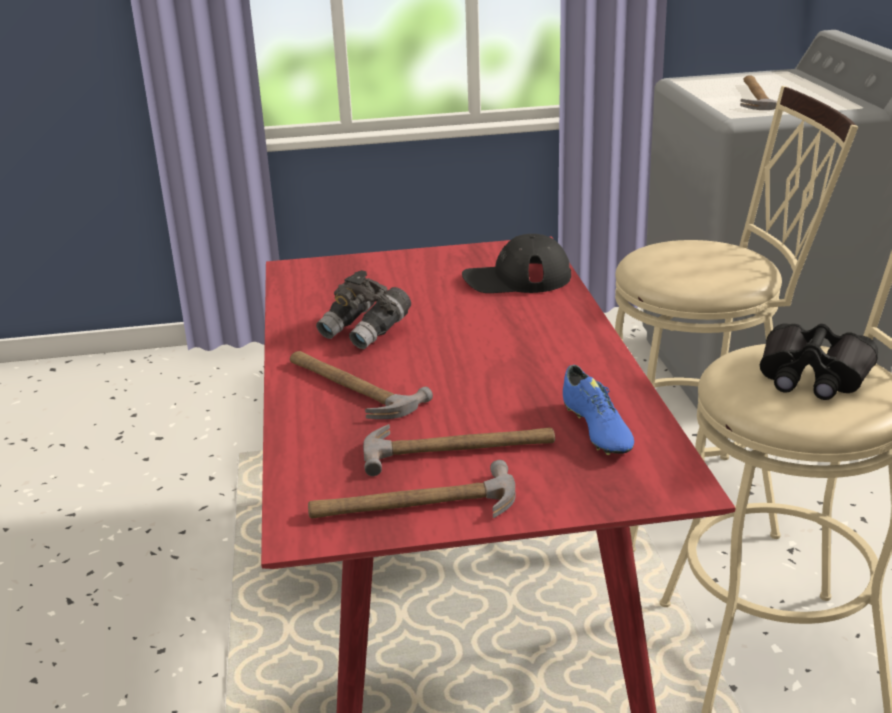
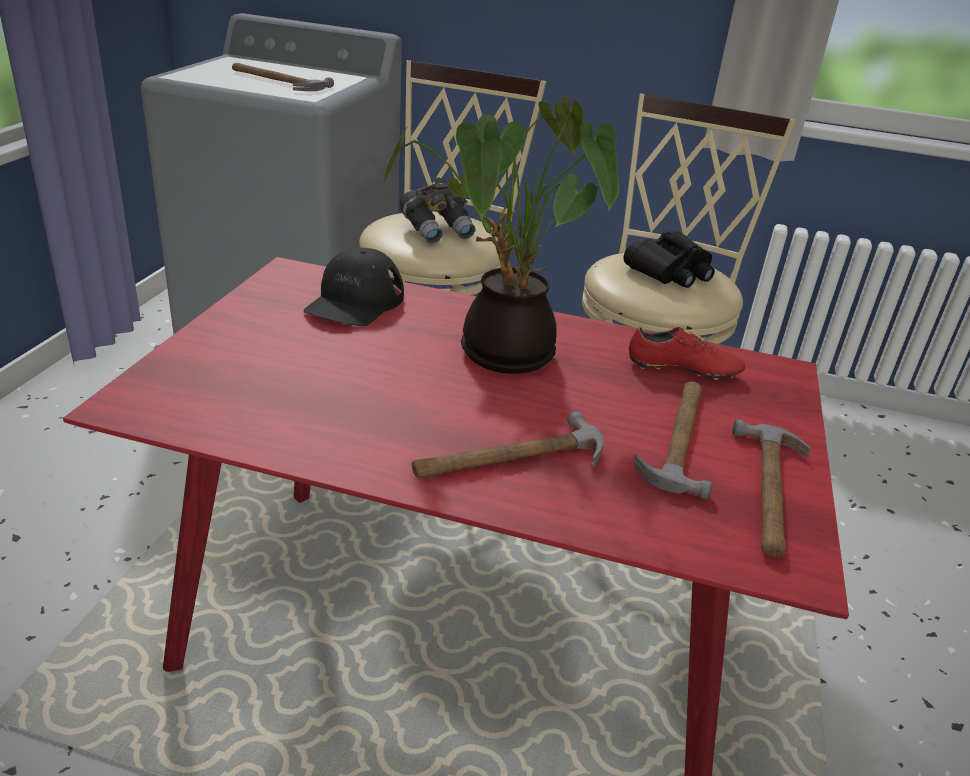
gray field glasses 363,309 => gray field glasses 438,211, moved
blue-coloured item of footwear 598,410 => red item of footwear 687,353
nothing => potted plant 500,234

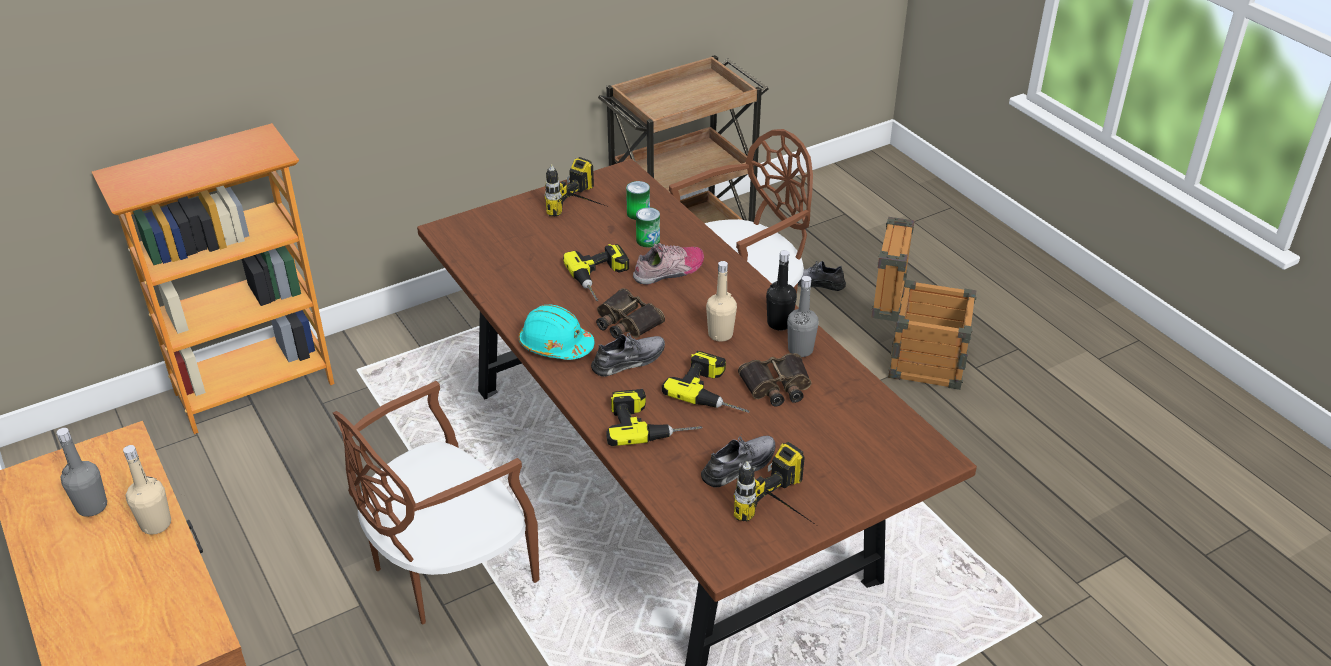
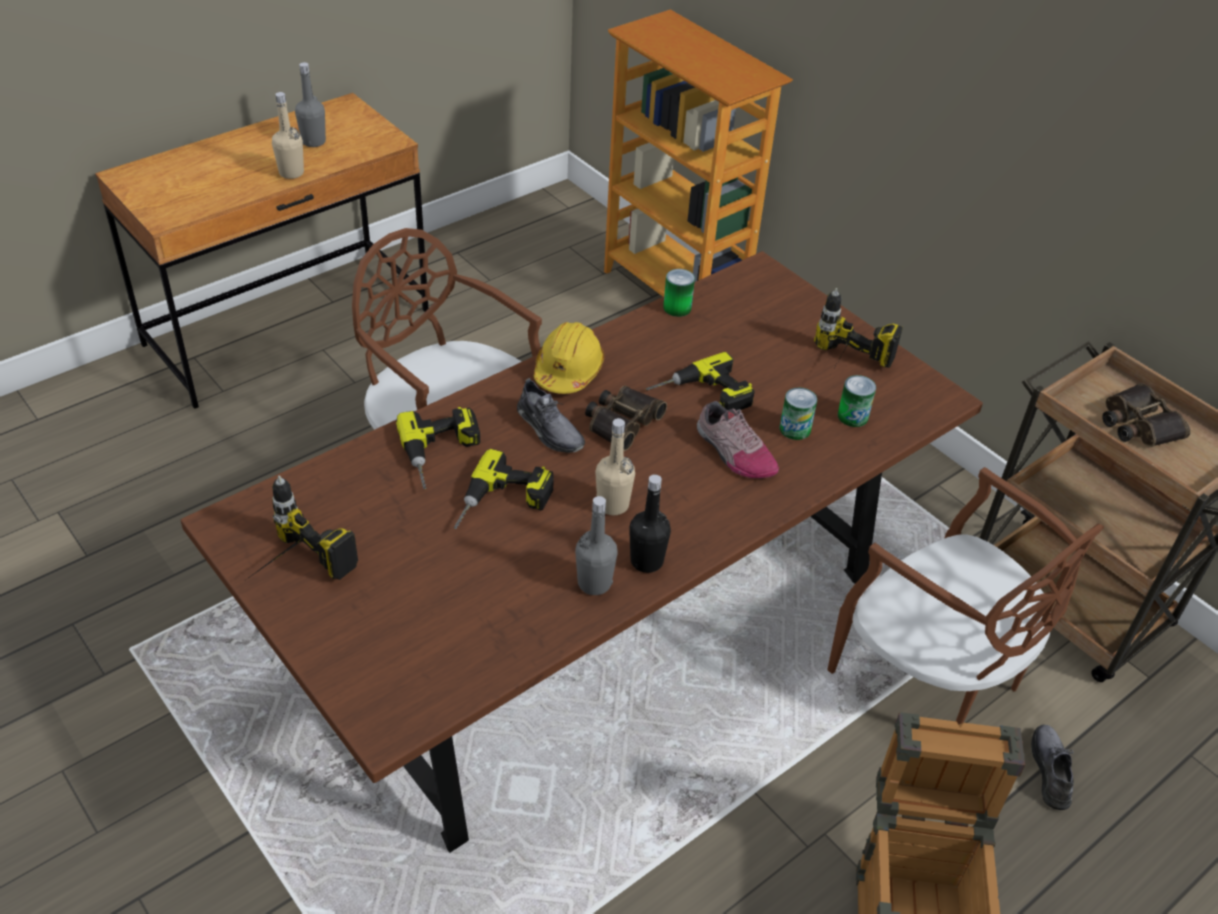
blue-green work helmet 557,332 => yellow-coloured work helmet 569,358
gray item of footwear 738,461 => nothing
field glasses 774,379 => field glasses 1146,415, moved
nothing => sealed can 679,293

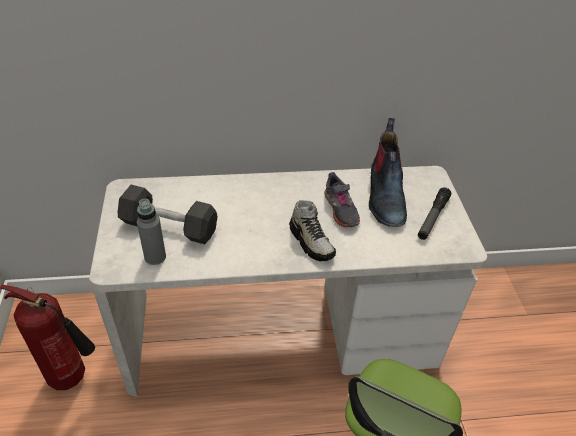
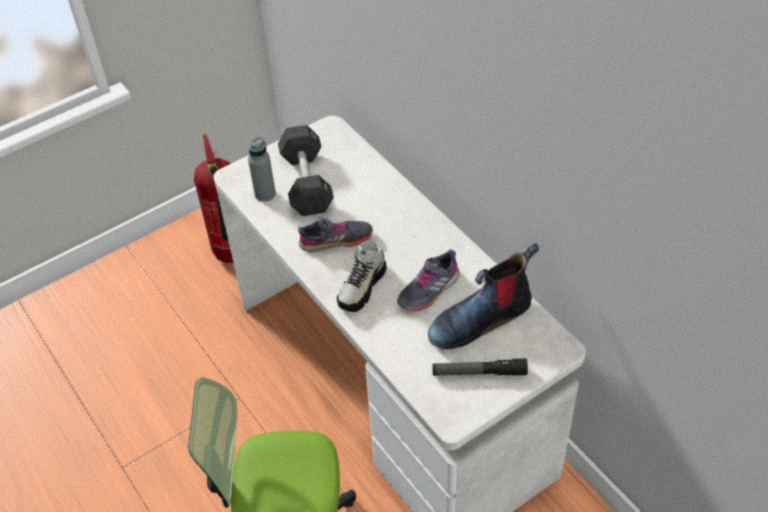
nothing => gray item of footwear 335,235

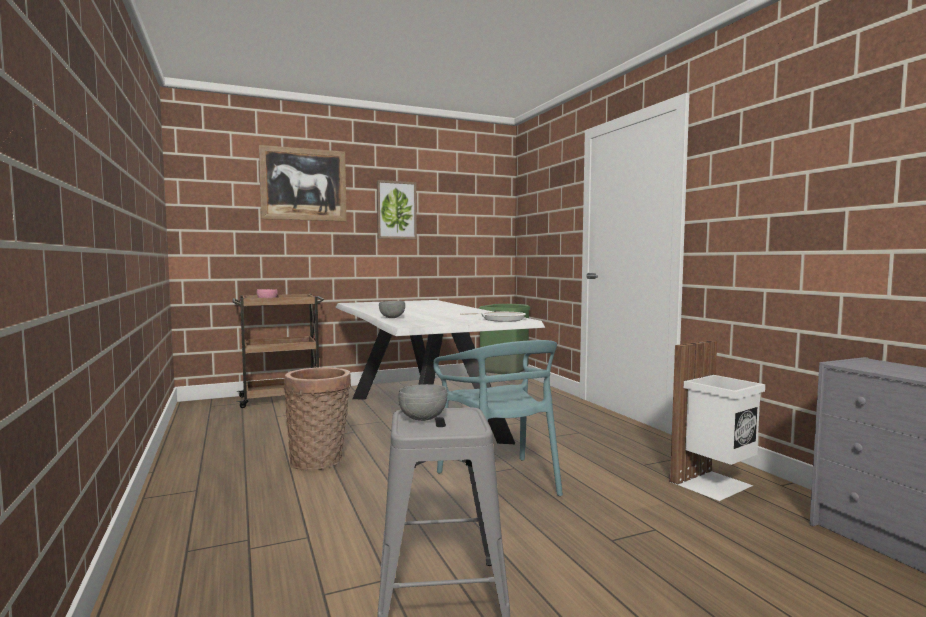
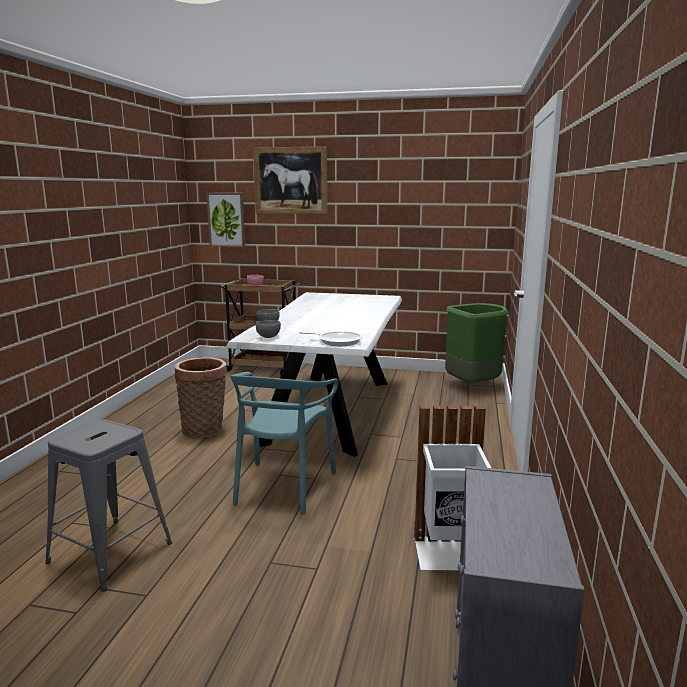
wall picture 397,209 => wall picture 226,220, moved
gray serving bowl 422,402 => gray serving bowl 268,329, moved

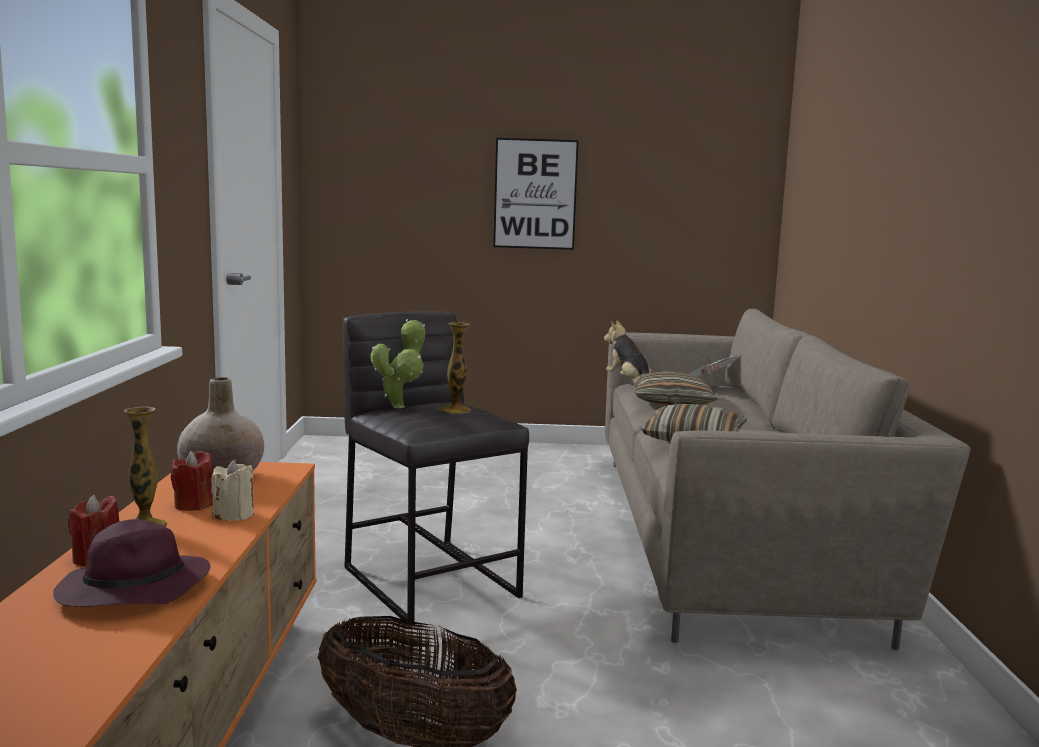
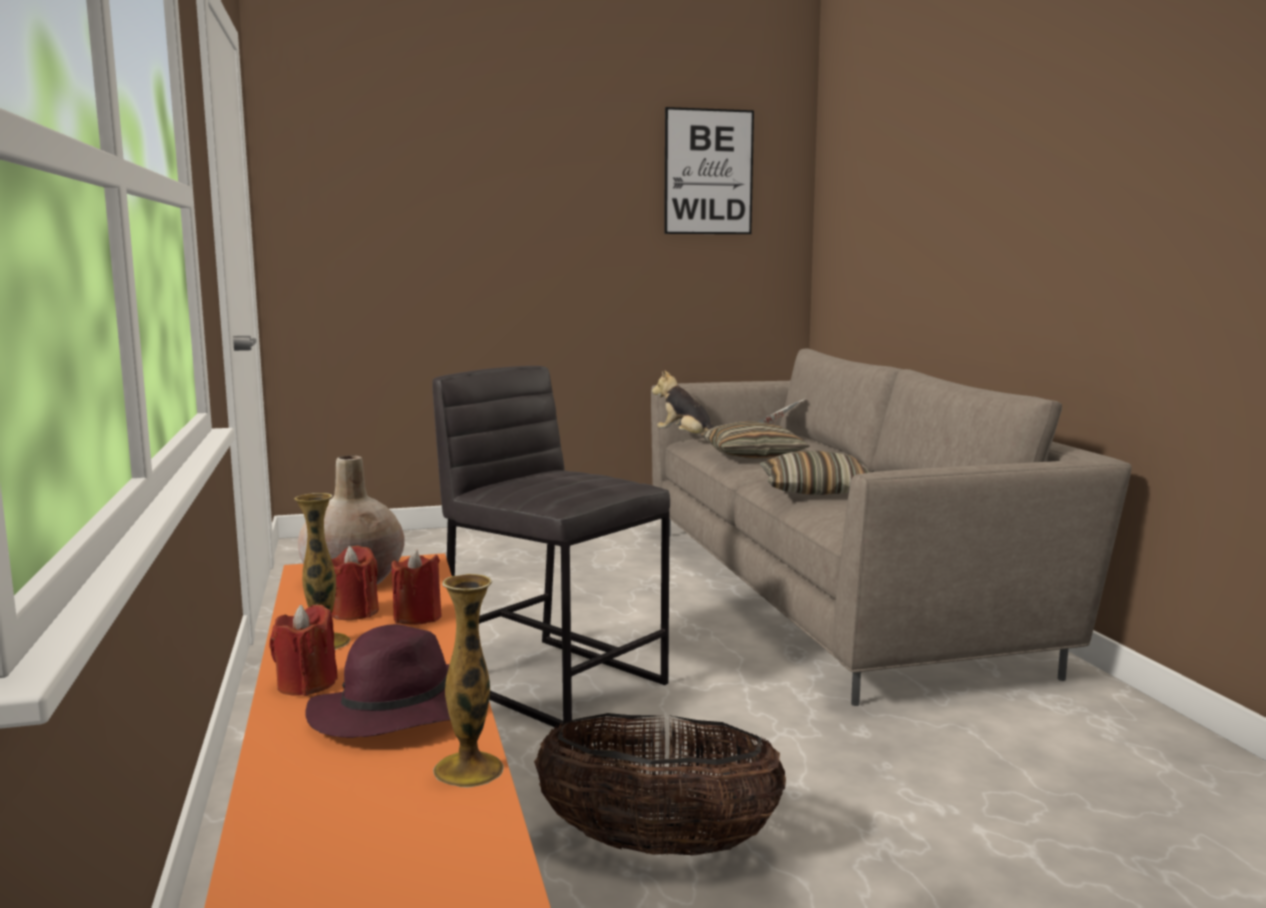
beige-coloured wax light 232,490 => red wax light 416,587
potted plant 398,363 => nothing
decorative vase 456,368 => decorative vase 468,680, moved
wall picture 536,194 => wall picture 709,170, moved

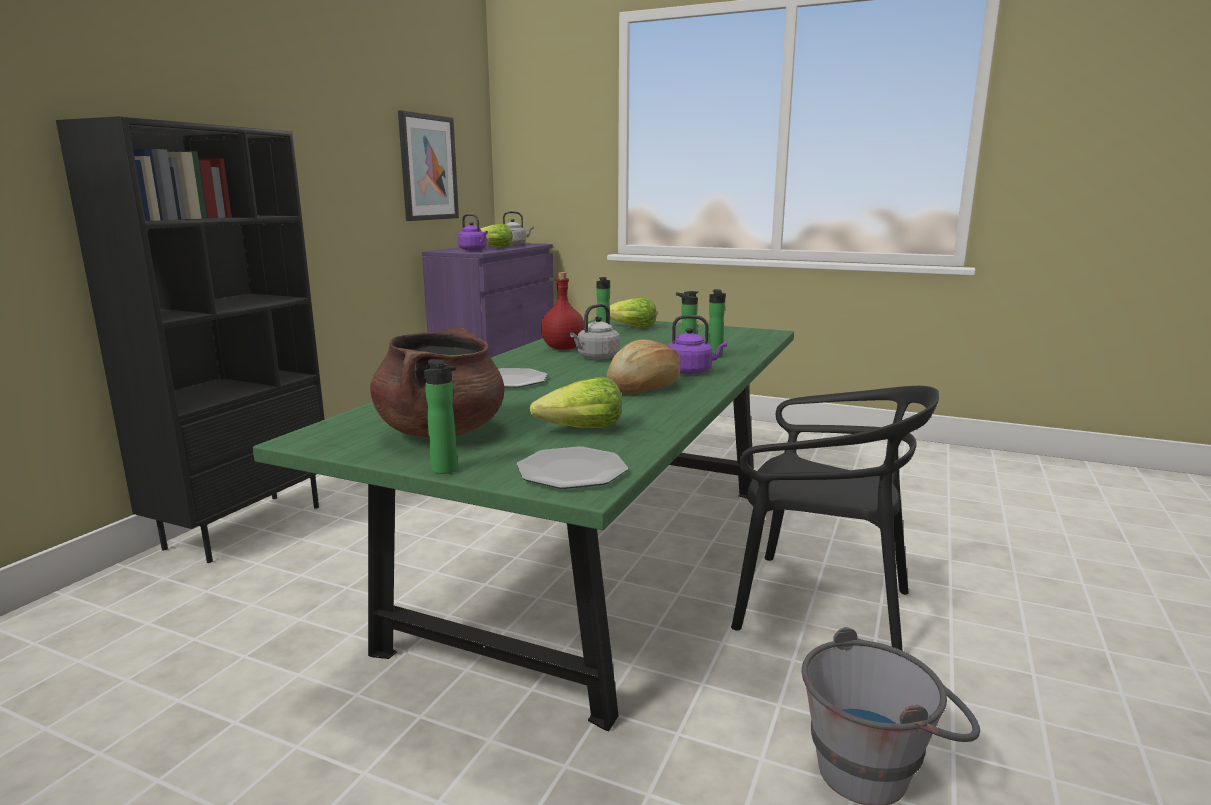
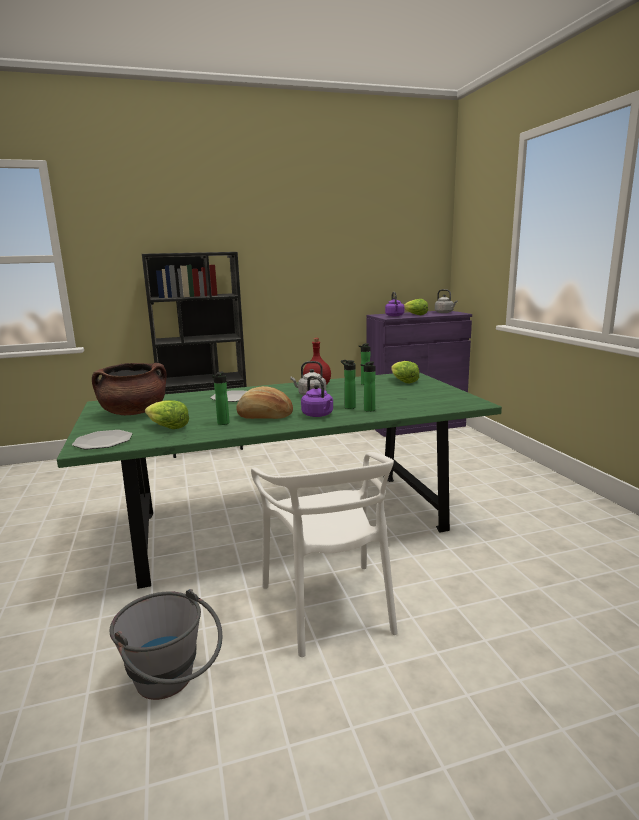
wall picture 428,165 => nothing
drink bottle 440,416 => drink bottle 221,398, moved
blackish chair 835,518 => white-coloured chair 324,554

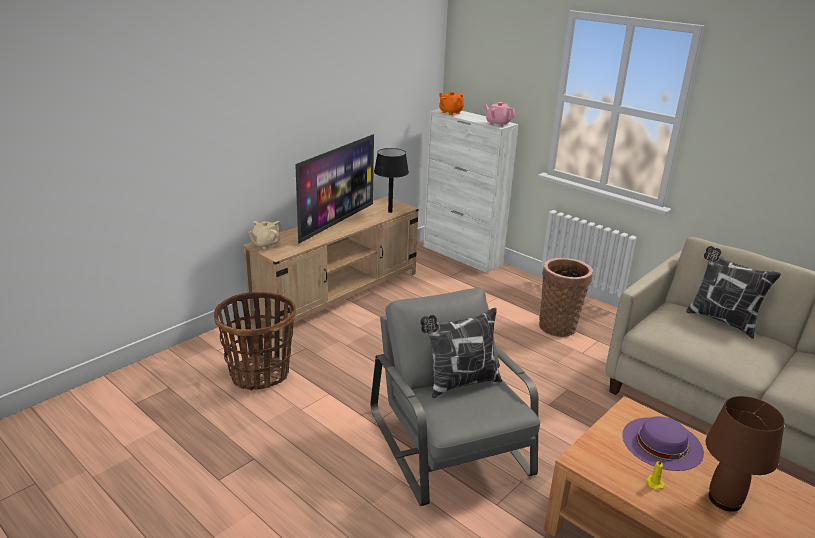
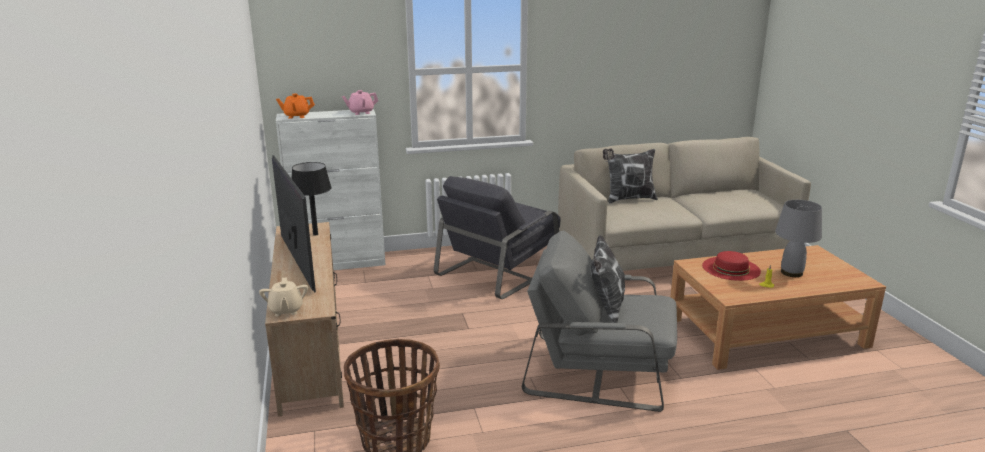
basket 566,297 => gray easy chair 497,237
purple clothing hat 663,443 => red clothing hat 731,266
brownish table lamp 745,454 => gray table lamp 798,238

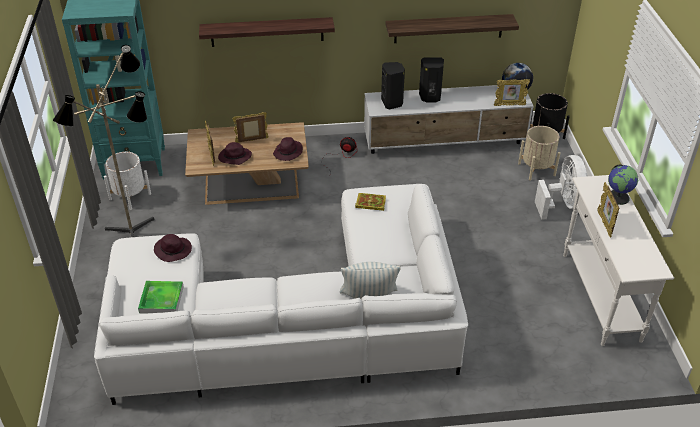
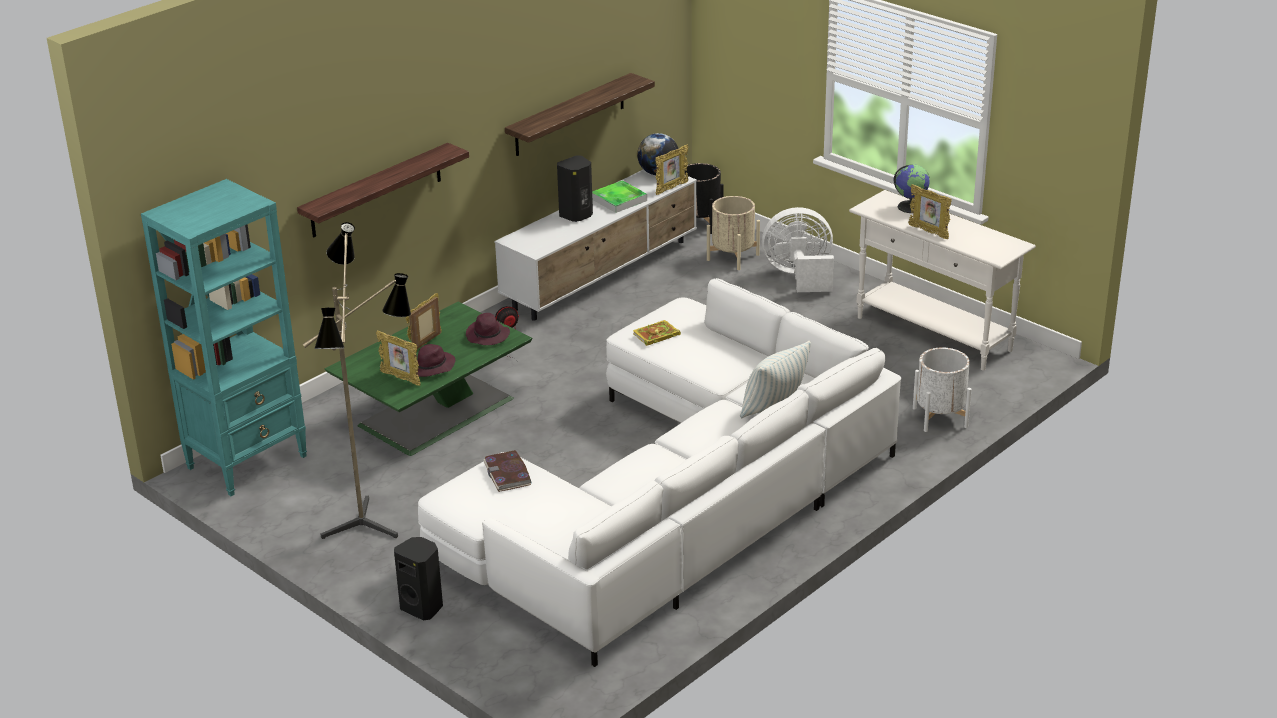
white-coloured flower pot 127,181 => white-coloured flower pot 942,390, moved
carrying tray 161,297 => carrying tray 619,196, moved
purple clothing hat 173,248 => book 507,471
brownish low table 247,163 => greenish low table 428,379
blackish loudspeaker 393,85 => blackish loudspeaker 418,579, moved
white-coloured electric fan 561,187 => white-coloured electric fan 798,249, 45 degrees counterclockwise

